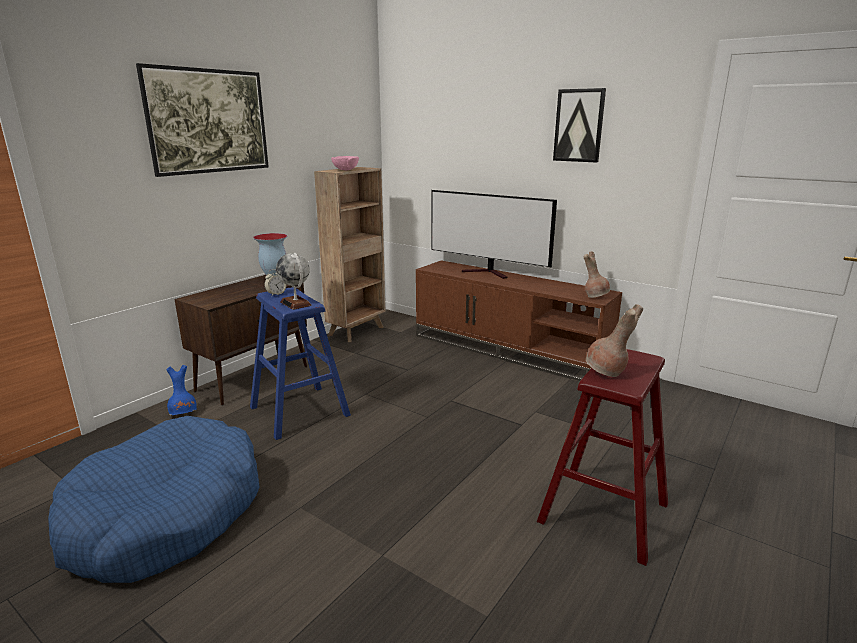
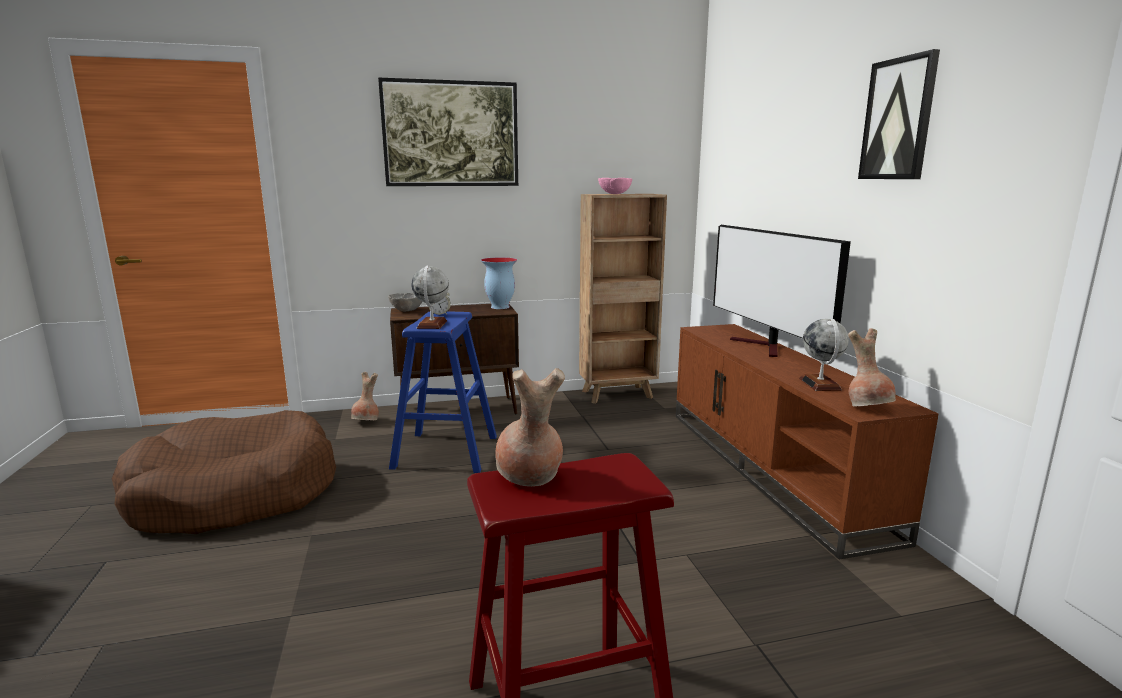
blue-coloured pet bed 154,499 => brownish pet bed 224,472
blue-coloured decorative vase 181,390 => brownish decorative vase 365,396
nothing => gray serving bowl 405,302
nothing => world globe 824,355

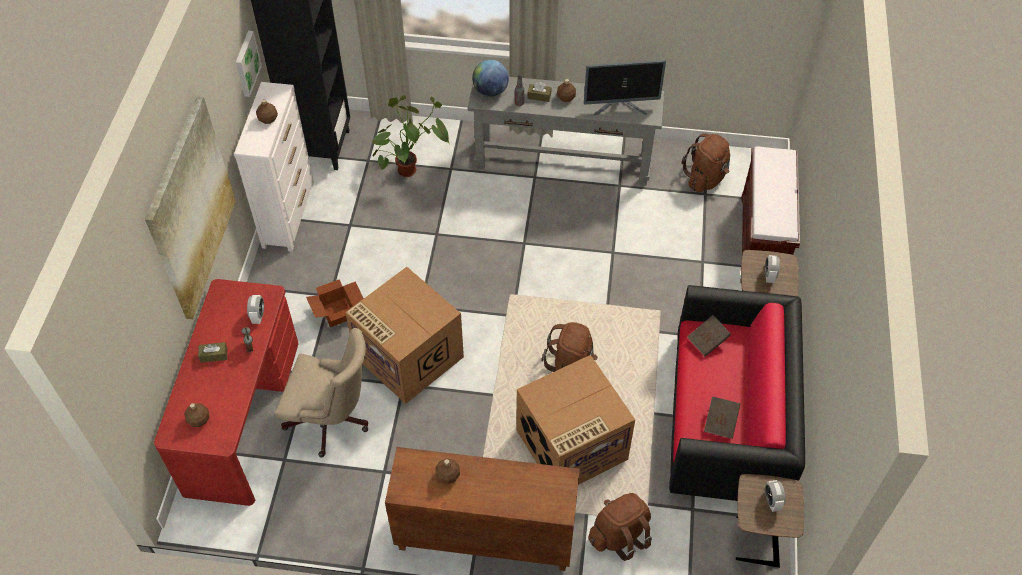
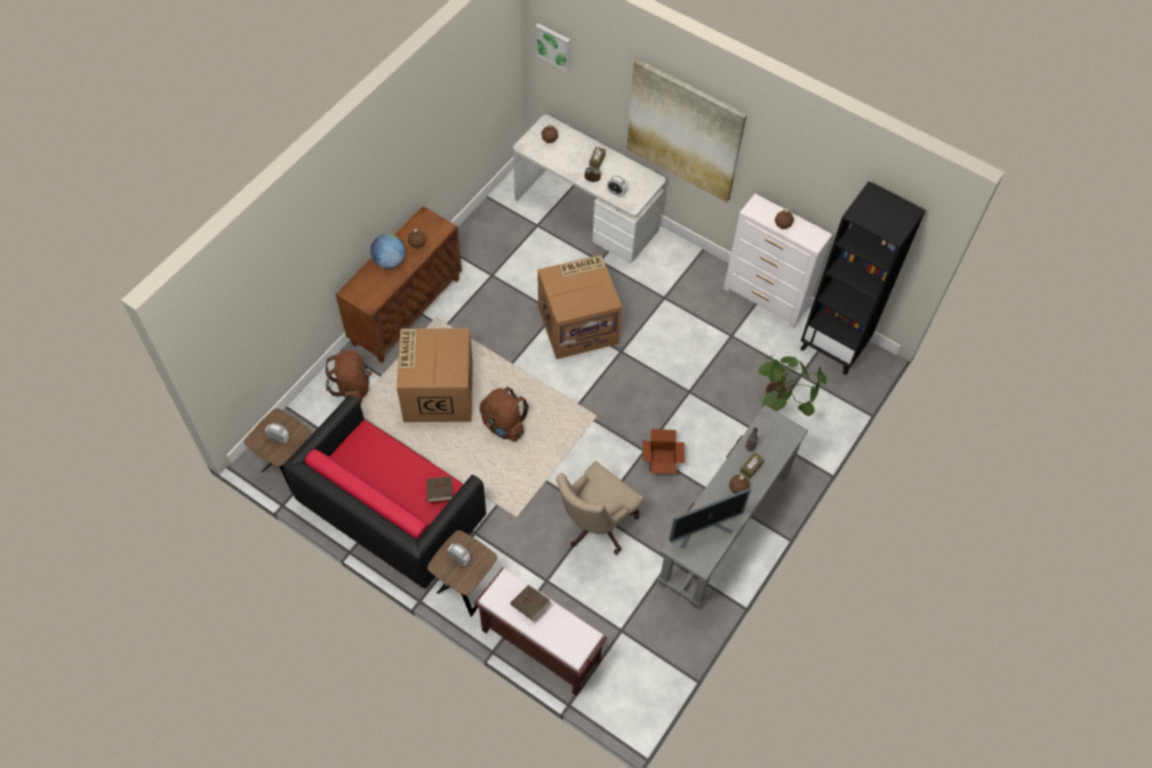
red desk unit 226,392 => white-coloured desk unit 589,189
wall picture 249,64 => wall picture 552,47, moved
beige-coloured computer chair 321,393 => beige-coloured computer chair 600,508, moved
packing box 335,303 => packing box 664,451, moved
world globe 490,78 => world globe 387,251, moved
computer display 625,87 => computer display 710,518, 135 degrees counterclockwise
brownish knapsack 706,163 => nothing
brownish book 722,417 => brownish book 530,603, moved

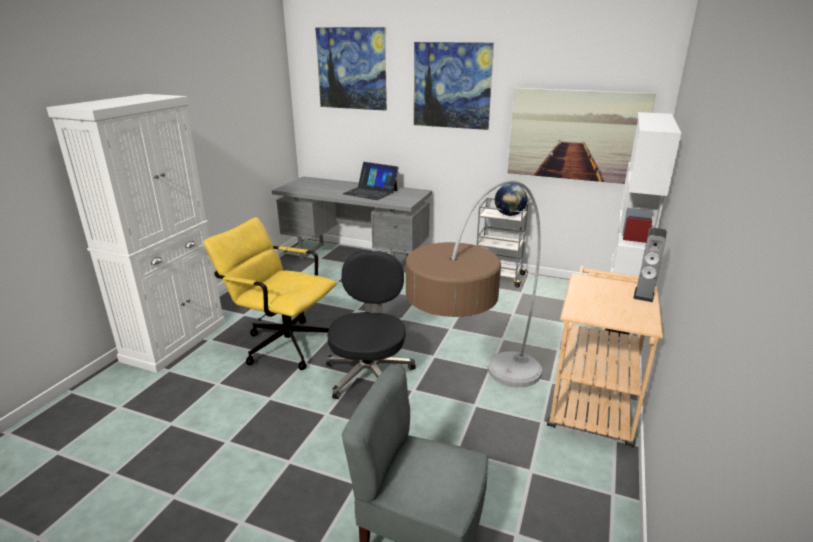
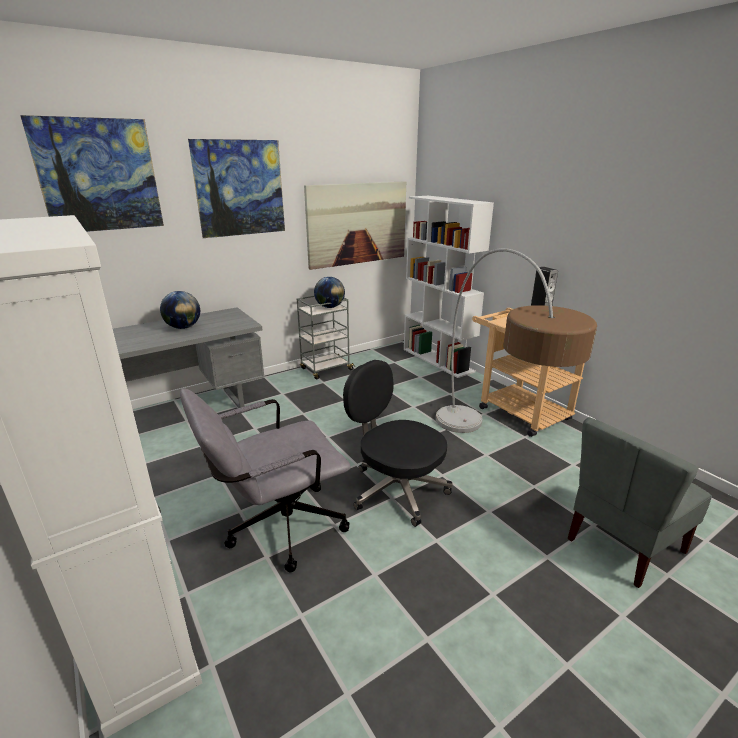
yellow-coloured computer chair 270,293 => gray computer chair 265,480
portable computer 371,181 => world globe 180,310

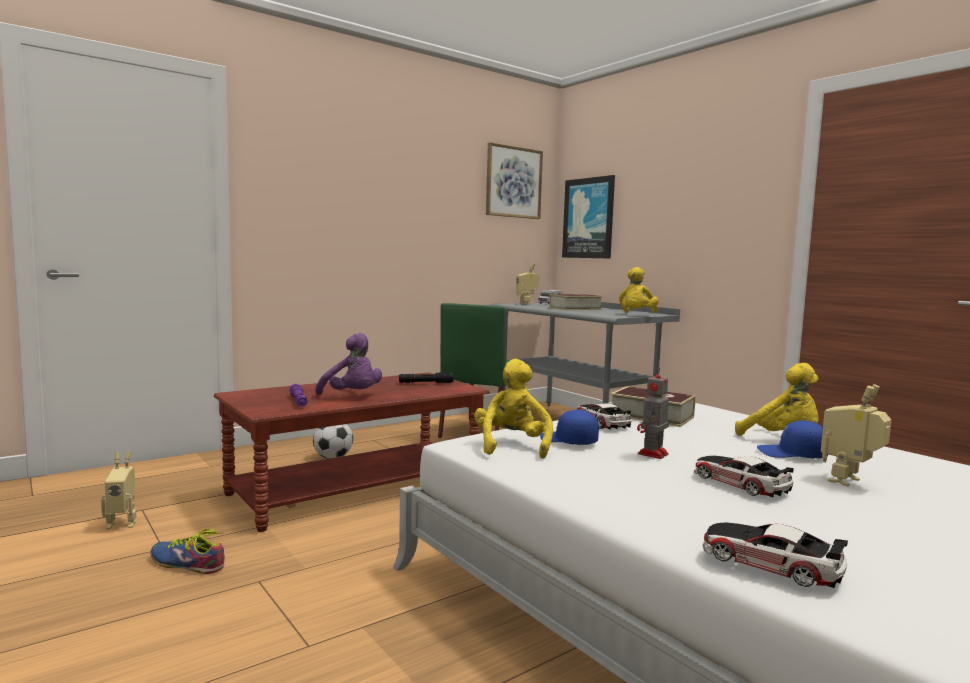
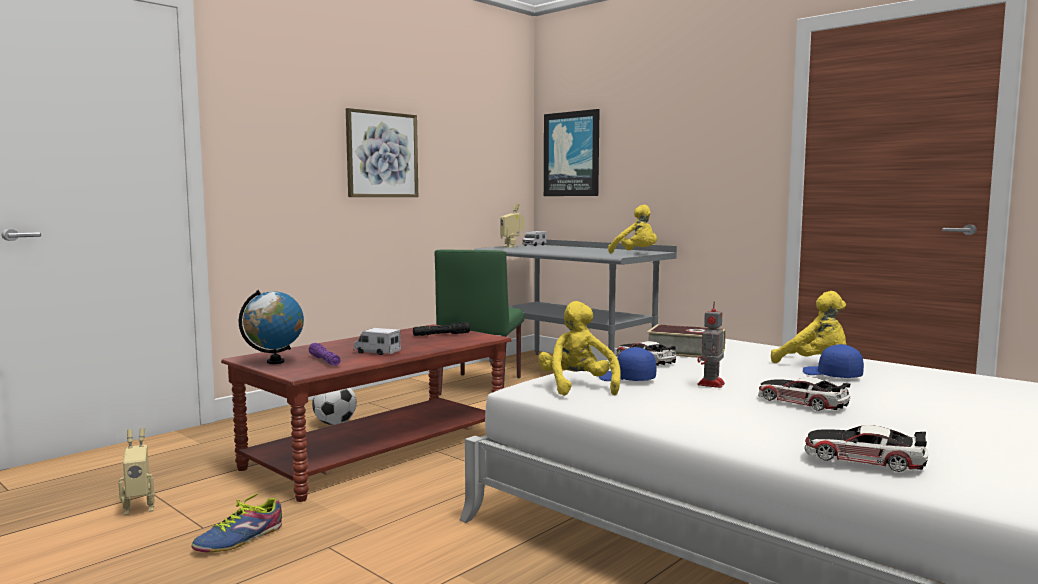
item of footwear 187,551 => item of footwear 236,522, 60 degrees counterclockwise
purple soft toy 348,364 => toy truck 377,341
wall picture 514,180 => wall picture 382,152, moved
book 576,302 => nothing
yellow-coloured soft toy 638,290 => yellow-coloured soft toy 632,229, 60 degrees counterclockwise
blue-coloured peaked cap 792,439 => blue-coloured peaked cap 833,361, 45 degrees clockwise
model robot 856,435 => nothing
nothing => world globe 271,327

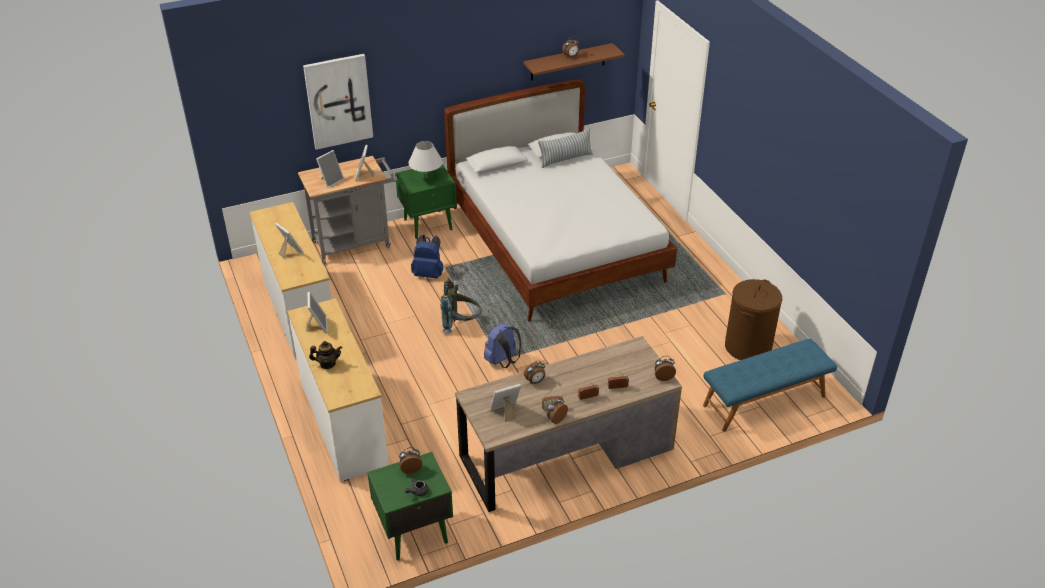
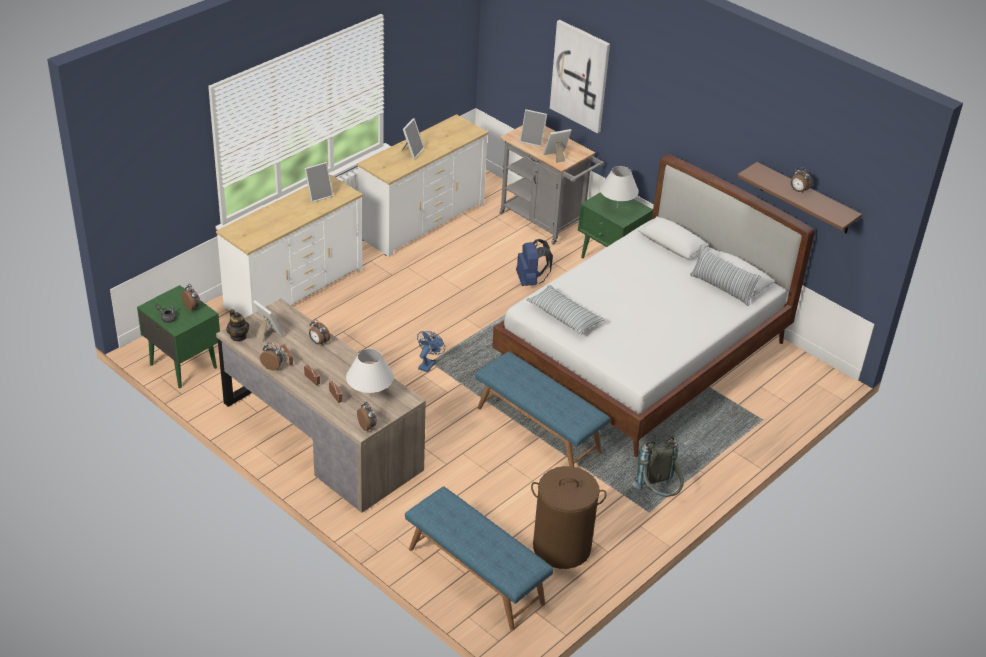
tea pot 325,355 => tea pot 237,325, moved
gray knapsack 461,305 => gray knapsack 658,467, moved
blue-coloured knapsack 502,345 => blue-coloured electric fan 431,351
nothing => white-coloured table lamp 370,371
nothing => blue-coloured indoor bench 542,409
nothing => pillow 565,310

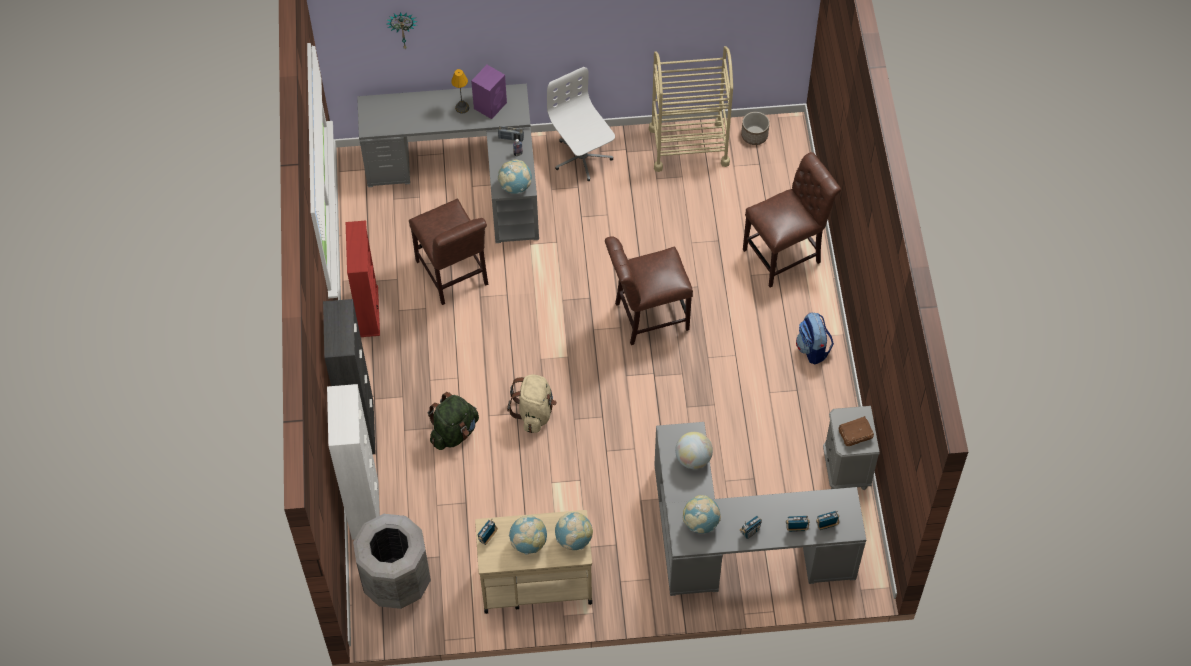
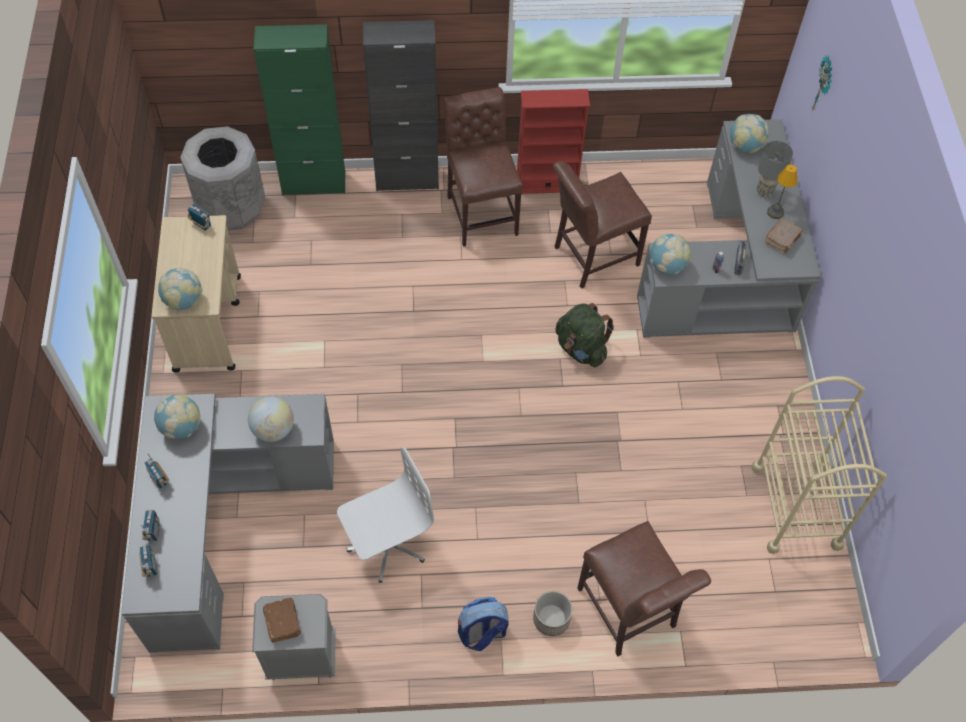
white-coloured cabinet 353,462 => greenish cabinet 299,109
greenish knapsack 453,421 => greenish knapsack 584,335, moved
purple loudspeaker 489,92 => brownish book 783,236
beige-coloured knapsack 532,404 => nothing
world globe 528,534 => world globe 749,133, moved
white-coloured computer chair 581,124 => white-coloured computer chair 385,515, moved
brownish chair 649,290 => brownish chair 483,167, moved
flower pot 755,128 => flower pot 553,613, moved
nothing => gray table lamp 774,169

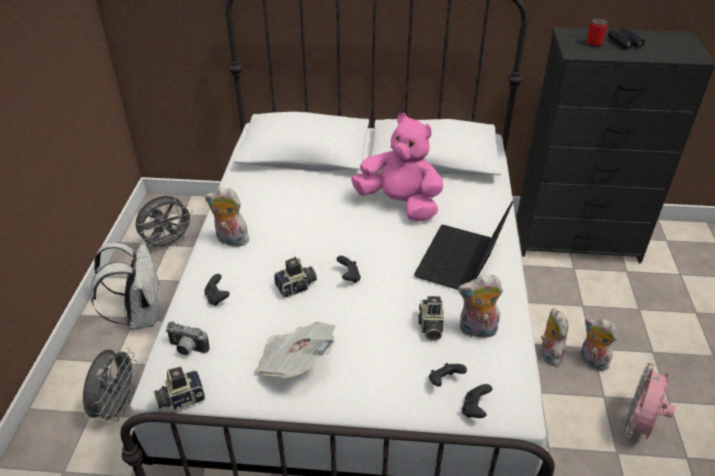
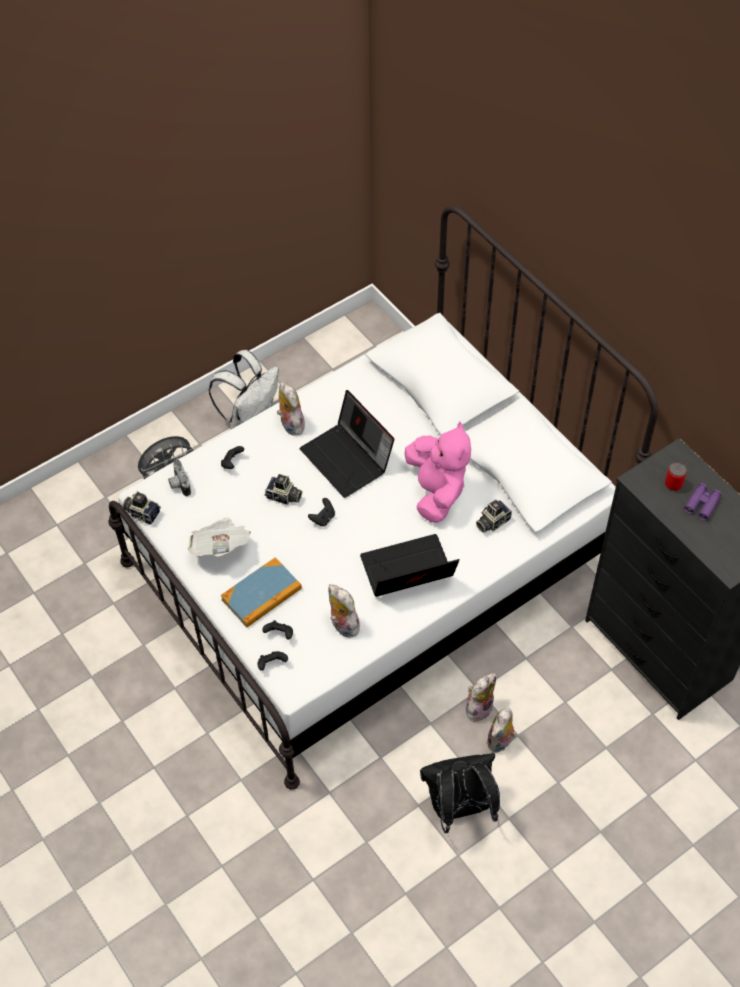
gray electric fan 165,223 => nothing
still camera 431,318 => still camera 494,516, moved
soft toy 598,344 => soft toy 501,730, 150 degrees counterclockwise
blackish field glasses 626,39 => purple field glasses 702,502
pink-coloured electric fan 649,401 => blackish knapsack 460,793
nothing => book 261,593
nothing => portable computer 347,444

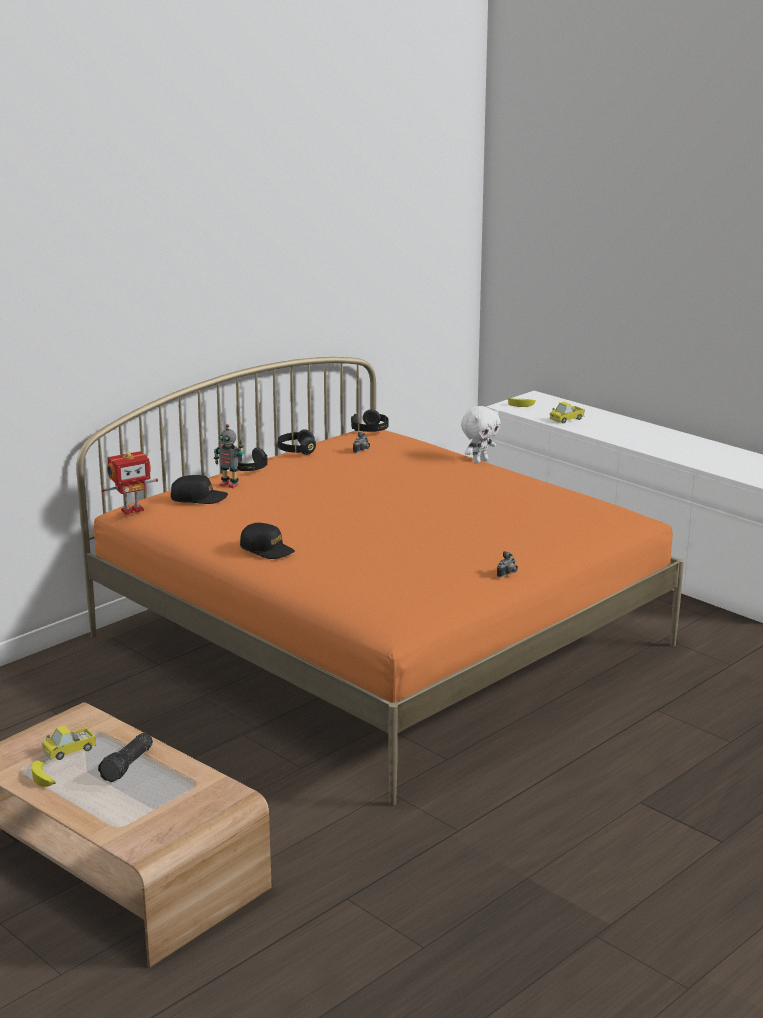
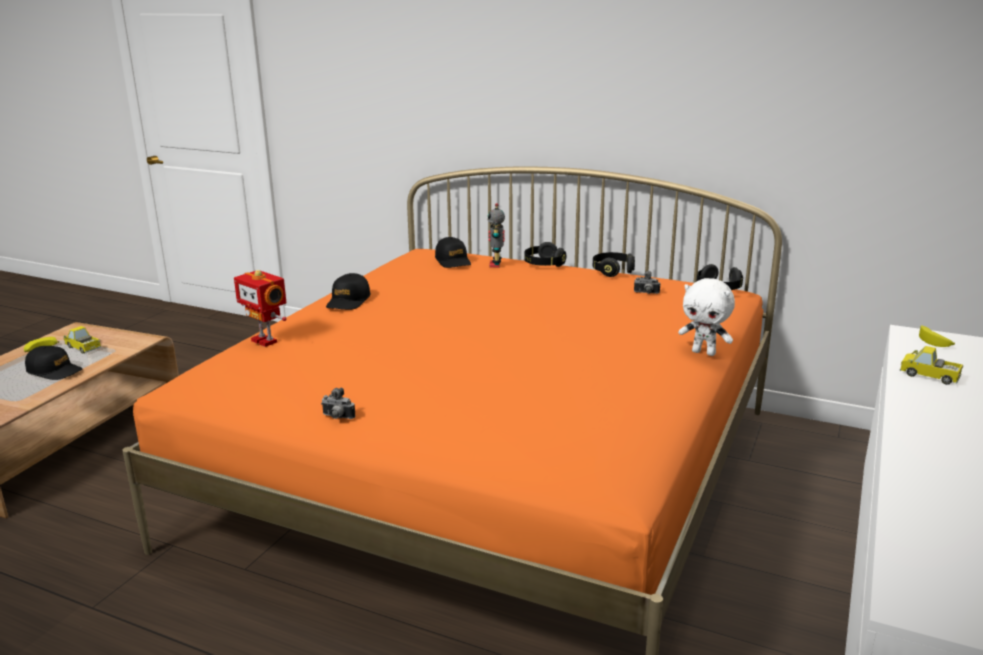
hand torch 125,757 => blackish peaked cap 54,363
model robot 129,483 => model robot 260,308, moved

